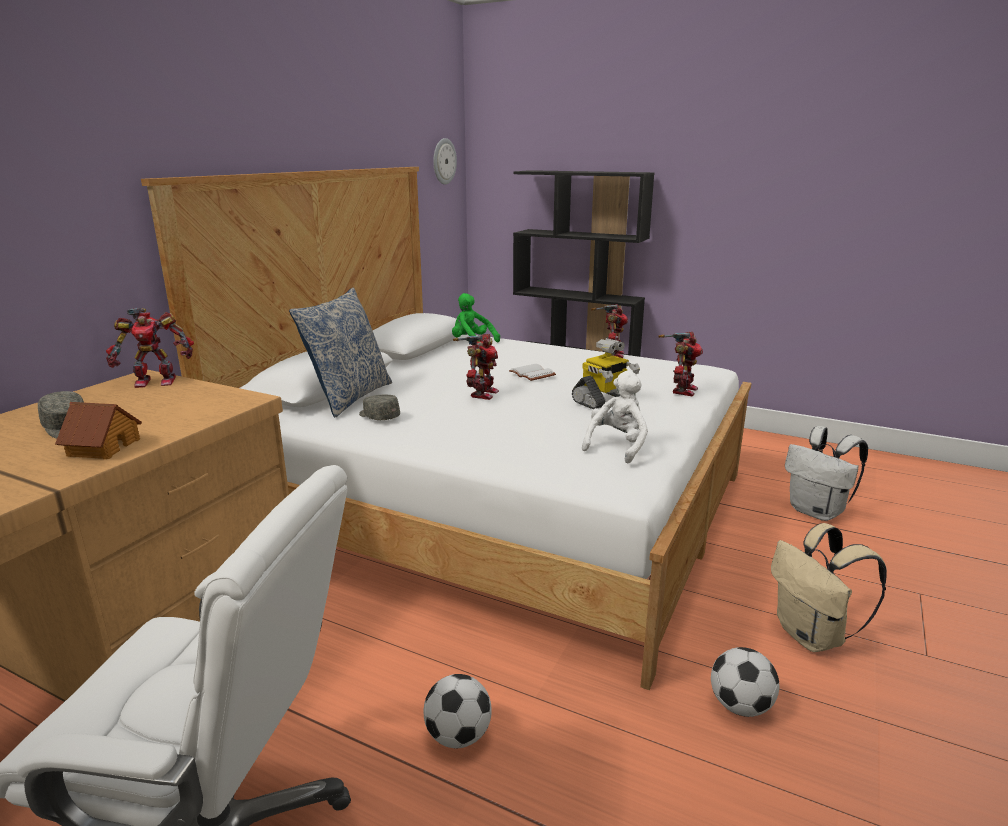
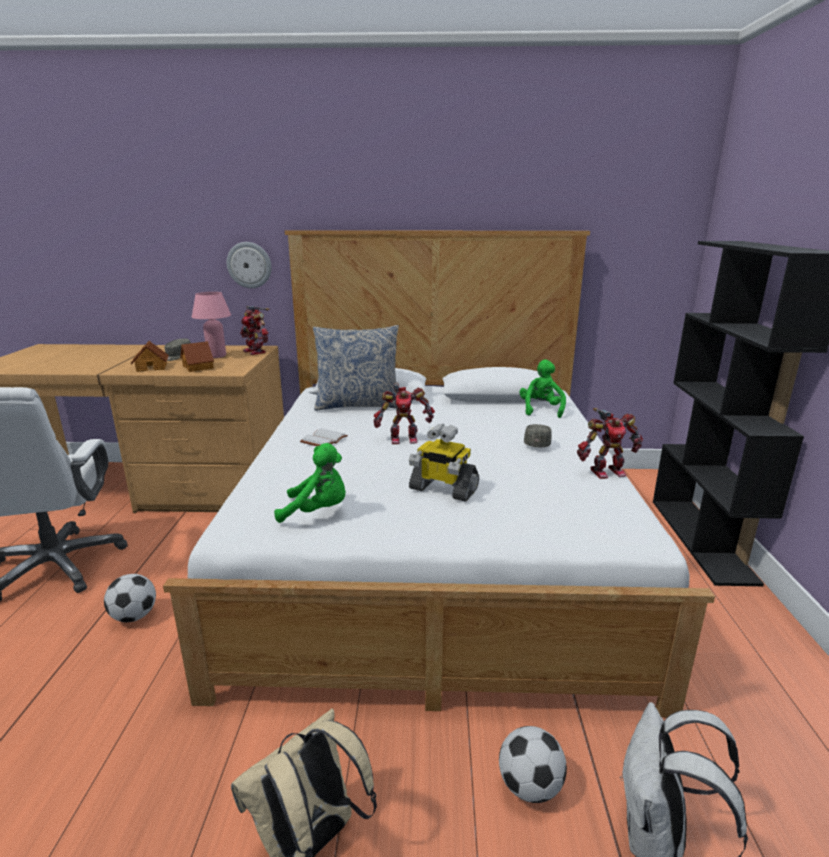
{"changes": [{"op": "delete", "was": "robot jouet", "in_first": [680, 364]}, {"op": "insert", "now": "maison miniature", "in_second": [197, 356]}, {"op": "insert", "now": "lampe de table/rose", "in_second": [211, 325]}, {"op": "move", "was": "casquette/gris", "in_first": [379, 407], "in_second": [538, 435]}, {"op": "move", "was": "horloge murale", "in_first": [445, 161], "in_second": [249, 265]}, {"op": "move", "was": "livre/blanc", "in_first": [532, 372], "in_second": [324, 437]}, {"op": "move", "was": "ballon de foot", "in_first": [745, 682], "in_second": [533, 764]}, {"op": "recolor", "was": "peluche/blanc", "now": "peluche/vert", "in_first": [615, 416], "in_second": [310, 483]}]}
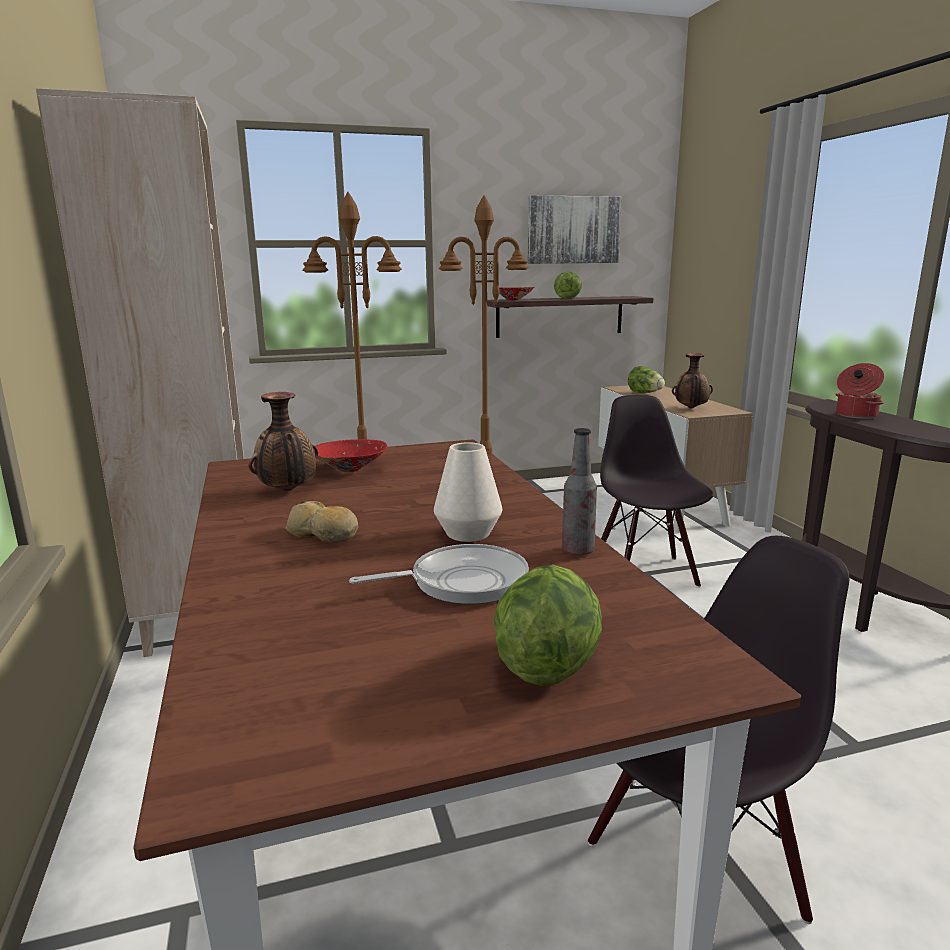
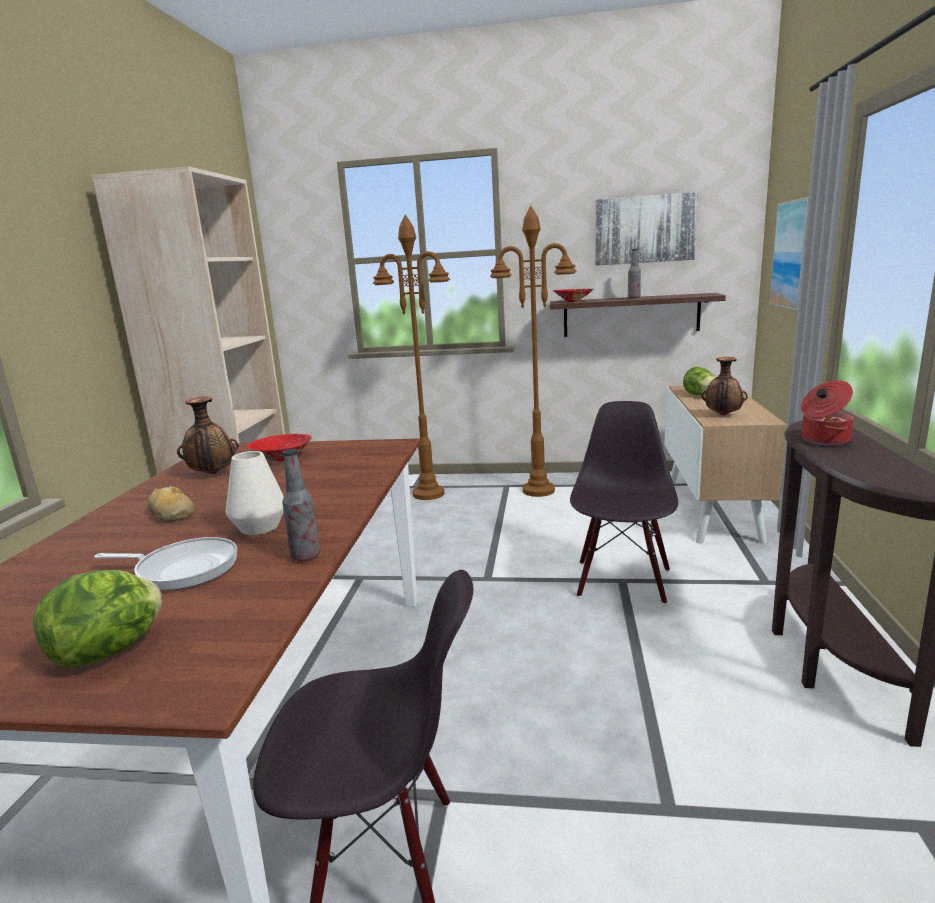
{"changes": [{"op": "insert", "now": "tableau", "in_second": [788, 254]}, {"op": "replace", "was": "laitue", "now": "bouteille", "in_first": [568, 285], "in_second": [634, 273]}]}
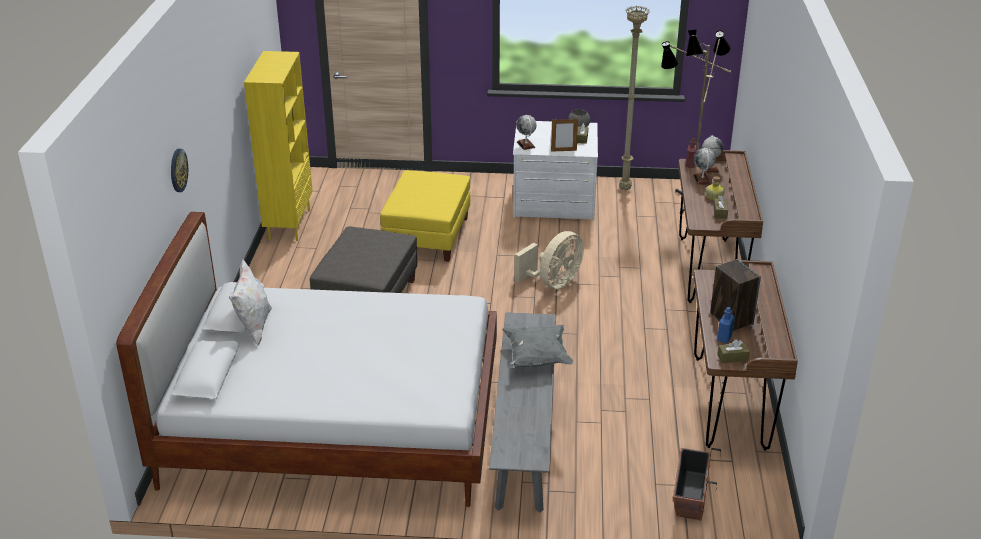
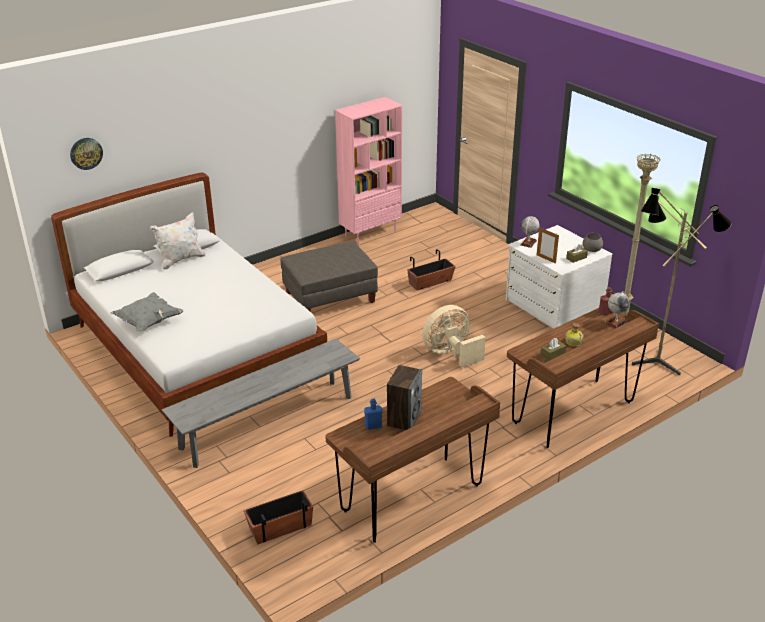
{"changes": [{"op": "delete", "was": "globe", "in_first": [704, 166]}, {"op": "delete", "was": "boîte à mouchoirs/marron", "in_first": [733, 351]}, {"op": "move", "was": "horloge murale", "in_first": [179, 170], "in_second": [86, 154]}, {"op": "move", "was": "coussin/gris", "in_first": [537, 346], "in_second": [147, 312]}, {"op": "replace", "was": "pouf/jaune", "now": "cache-pot", "in_first": [425, 216], "in_second": [431, 270]}, {"op": "recolor", "was": "bibliothèque/jaune", "now": "bibliothèque/rose", "in_first": [278, 146], "in_second": [368, 171]}, {"op": "rotate", "was": "ventilateur/beige", "in_first": [549, 260], "in_second": [454, 336], "clockwise": 150}]}
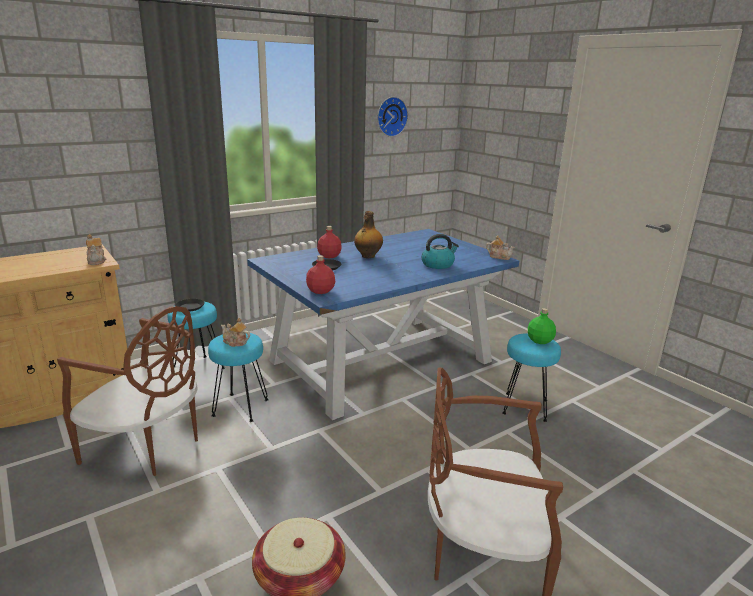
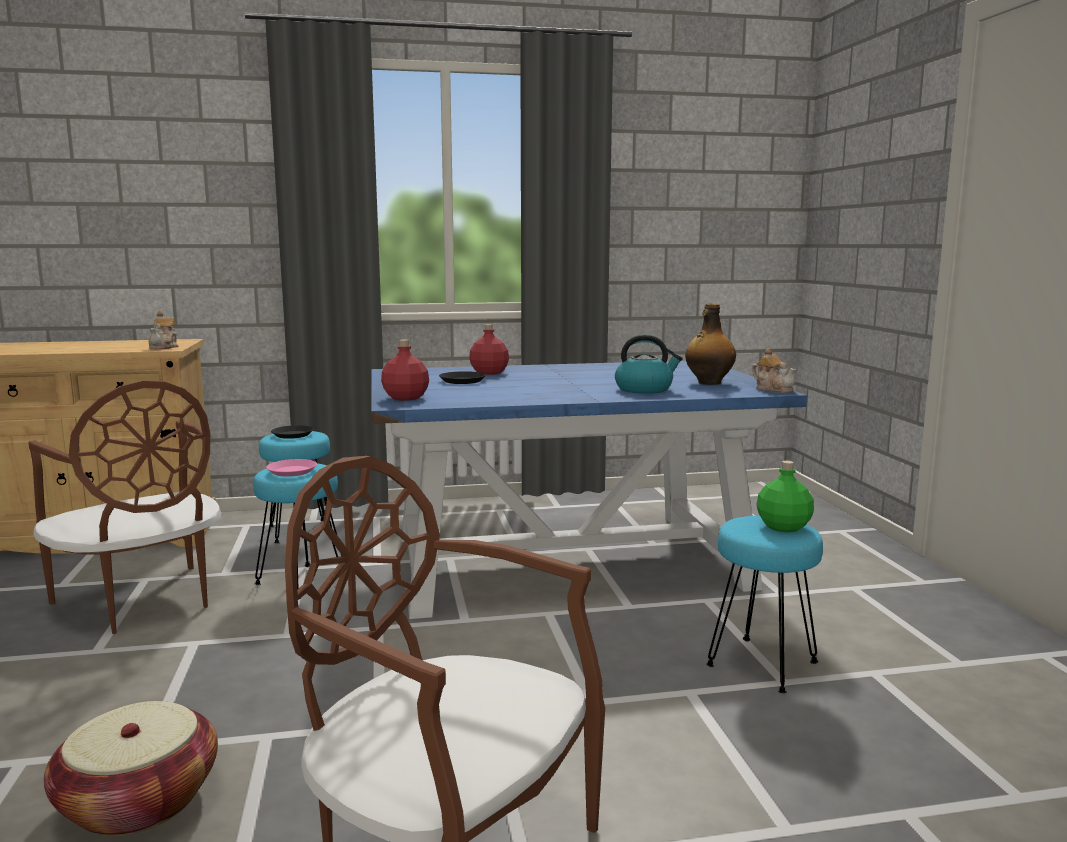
{"changes": [{"op": "delete", "was": "horloge murale", "in_first": [392, 117]}, {"op": "move", "was": "bouteille", "in_first": [368, 234], "in_second": [710, 344]}, {"op": "replace", "was": "théière", "now": "assiette/rose", "in_first": [235, 332], "in_second": [291, 468]}]}
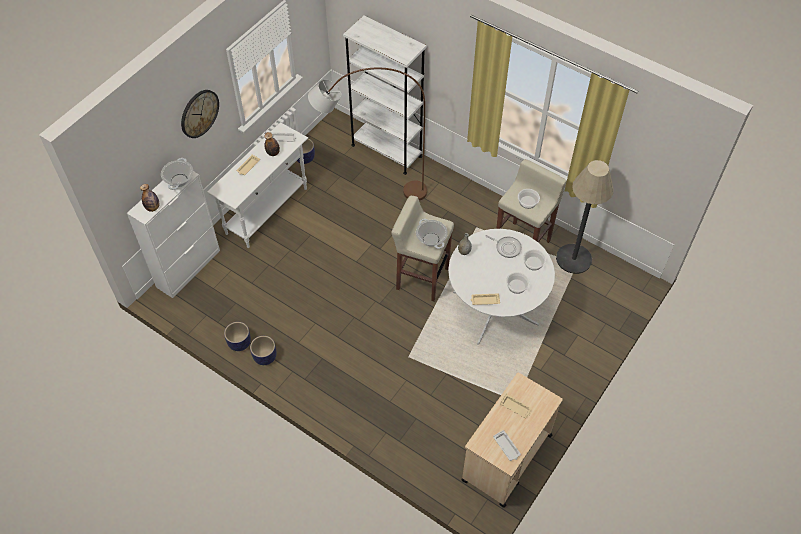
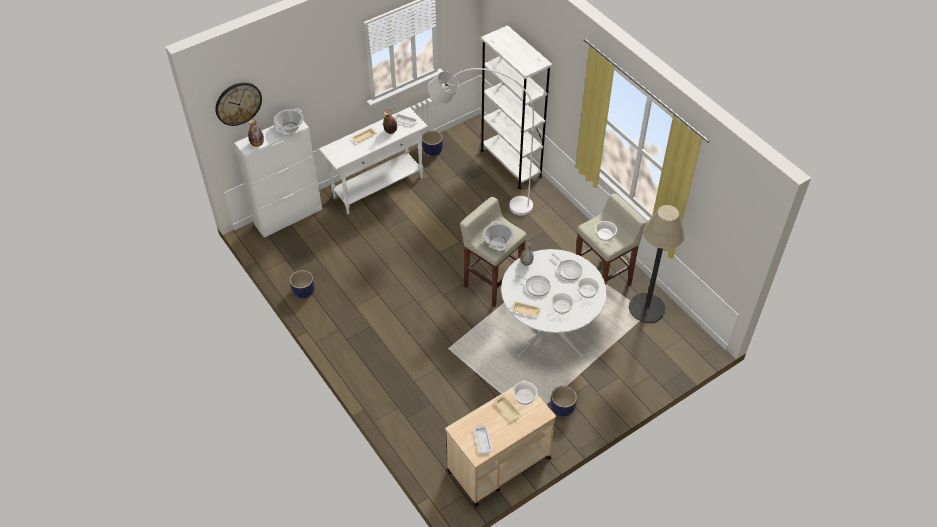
{"changes": [{"op": "insert", "now": "bol", "in_second": [525, 393]}, {"op": "insert", "now": "poêle", "in_second": [533, 285]}, {"op": "move", "was": "horloge murale", "in_first": [200, 114], "in_second": [238, 104]}, {"op": "move", "was": "cache-pot", "in_first": [263, 350], "in_second": [564, 401]}, {"op": "recolor", "was": "lampadaire/marron", "now": "lampadaire/blanc", "in_first": [367, 134], "in_second": [480, 142]}]}
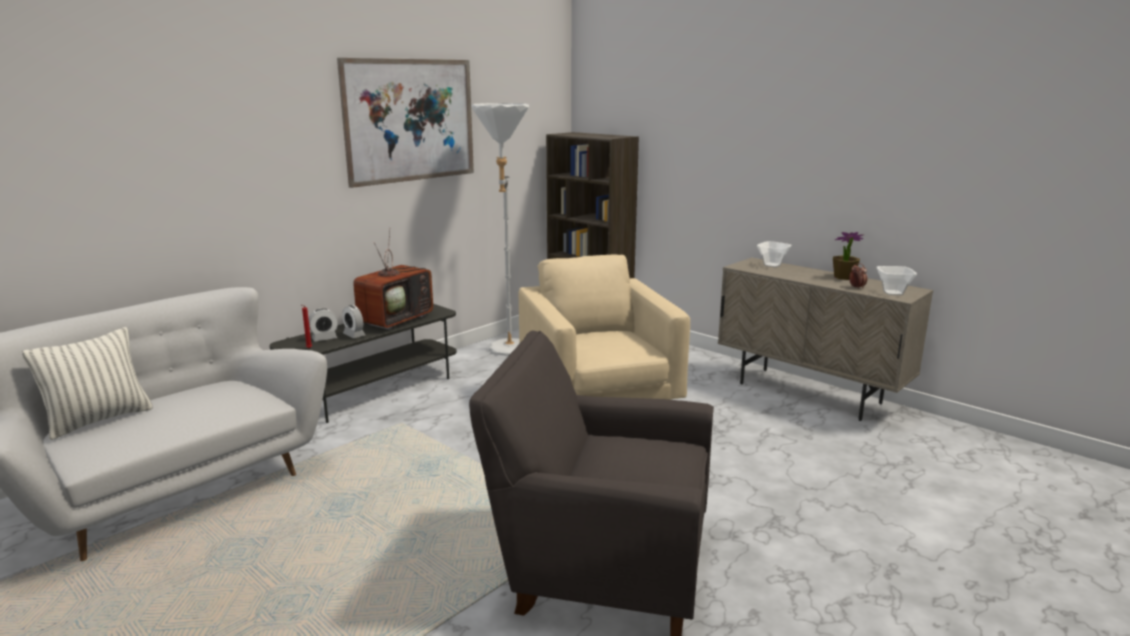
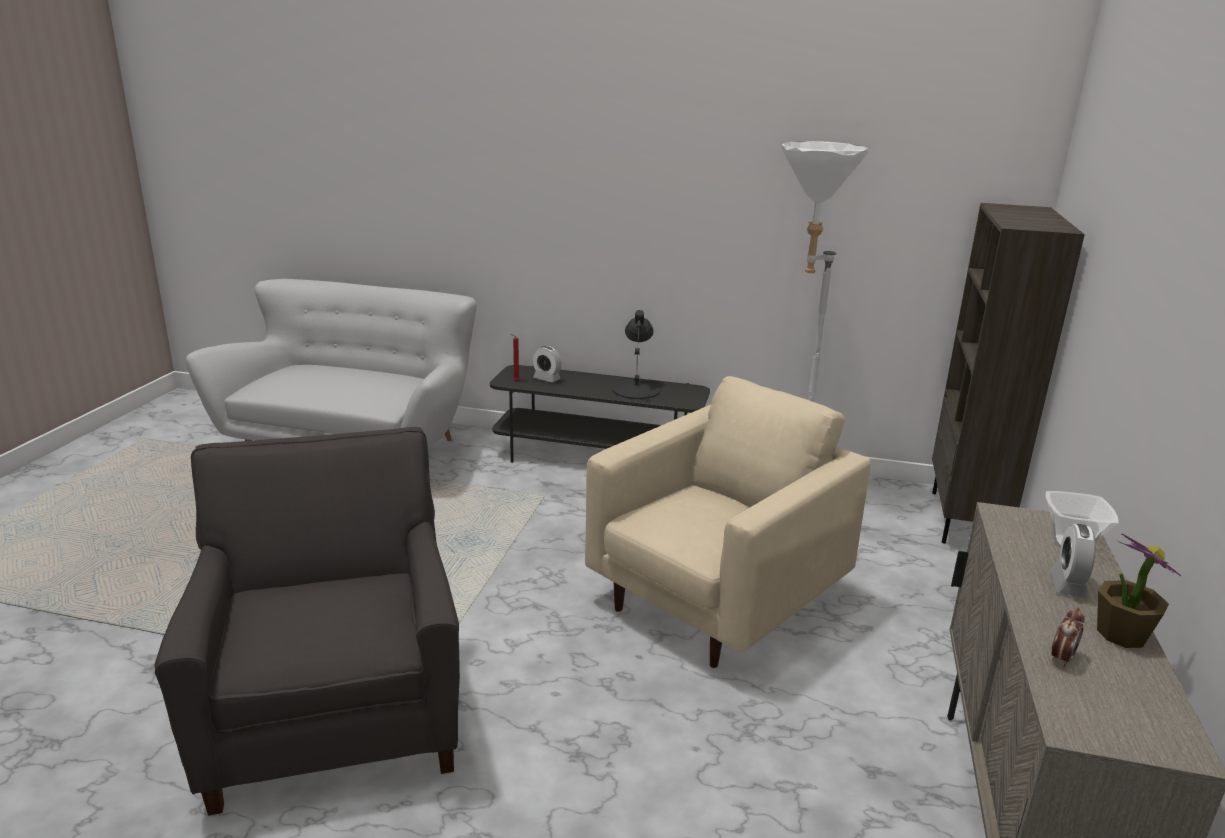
{"changes": [{"op": "delete", "was": "coussin", "in_first": [87, 383]}, {"op": "delete", "was": "tableau", "in_first": [405, 123]}, {"op": "delete", "was": "bol", "in_first": [897, 280]}, {"op": "move", "was": "réveil", "in_first": [353, 321], "in_second": [1073, 561]}, {"op": "replace", "was": "téléviseur", "now": "lampe de table/noir", "in_first": [393, 279], "in_second": [636, 354]}]}
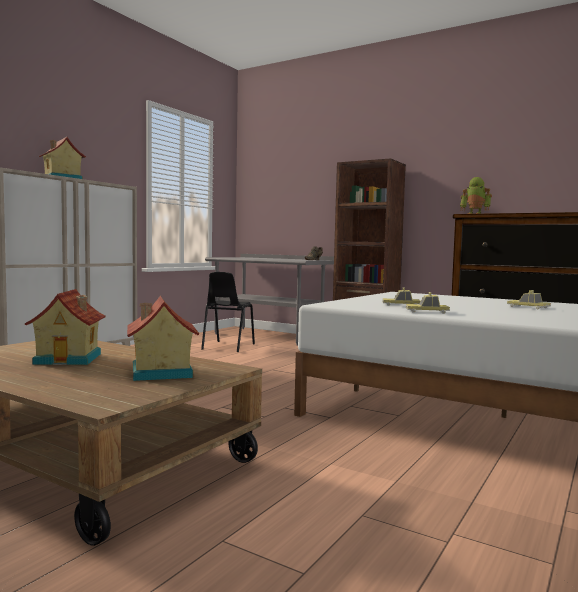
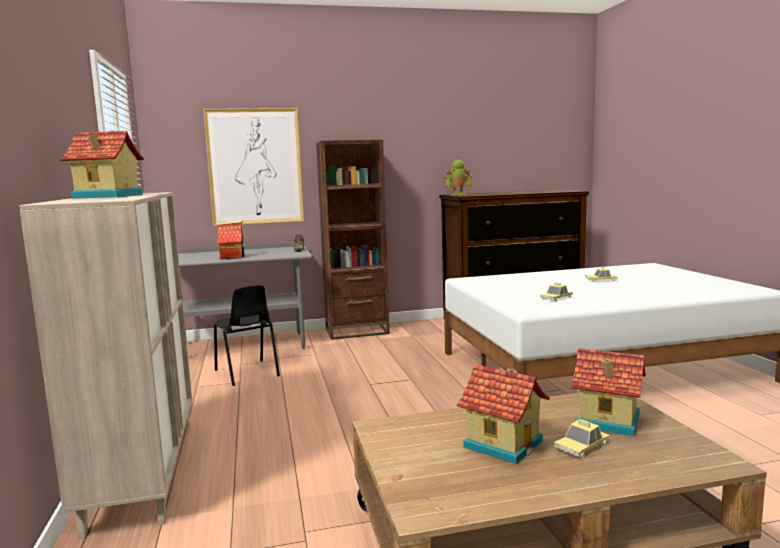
{"changes": [{"op": "insert", "now": "tableau", "in_second": [253, 167]}, {"op": "insert", "now": "maison miniature", "in_second": [230, 239]}, {"op": "move", "was": "petite voiture", "in_first": [428, 303], "in_second": [582, 438]}]}
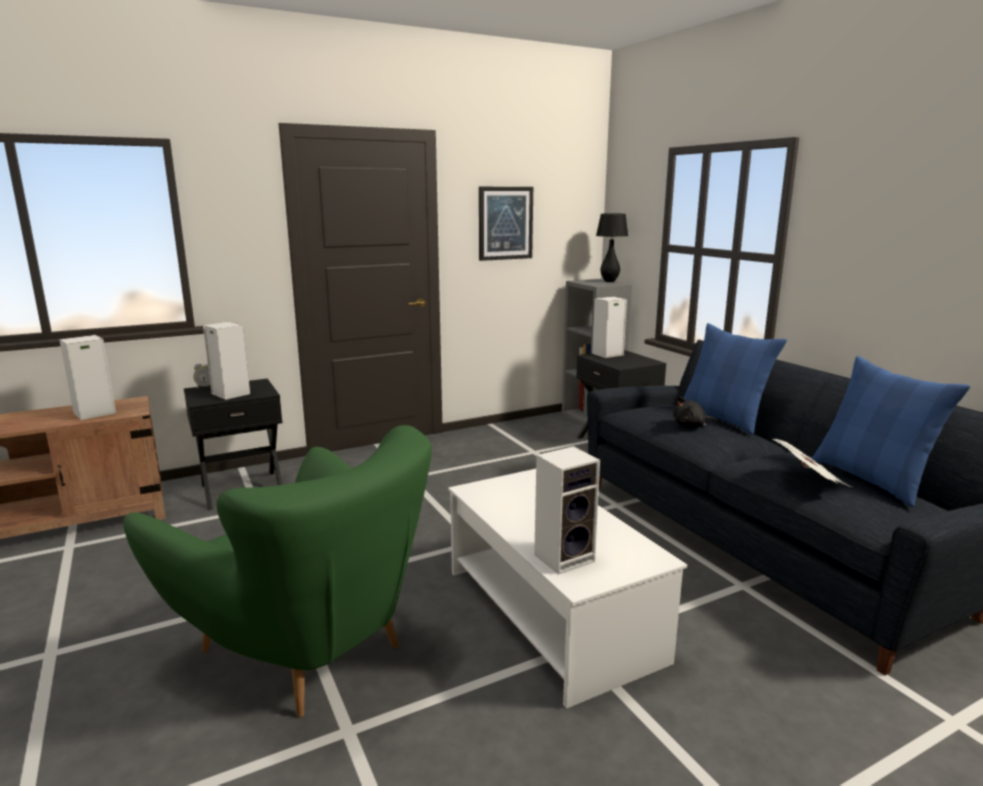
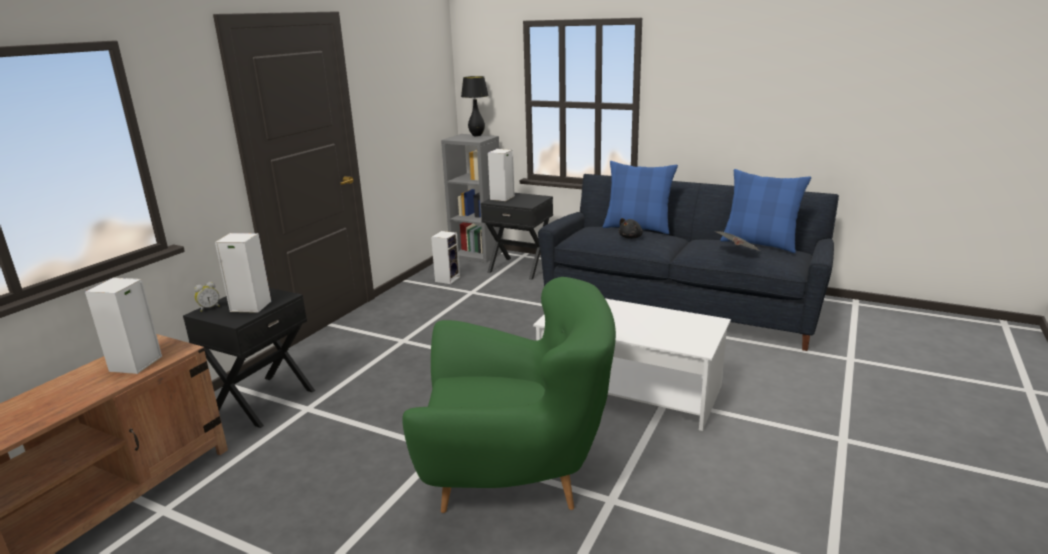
{"changes": [{"op": "delete", "was": "tableau", "in_first": [506, 224]}, {"op": "move", "was": "enceinte", "in_first": [567, 510], "in_second": [445, 257]}]}
